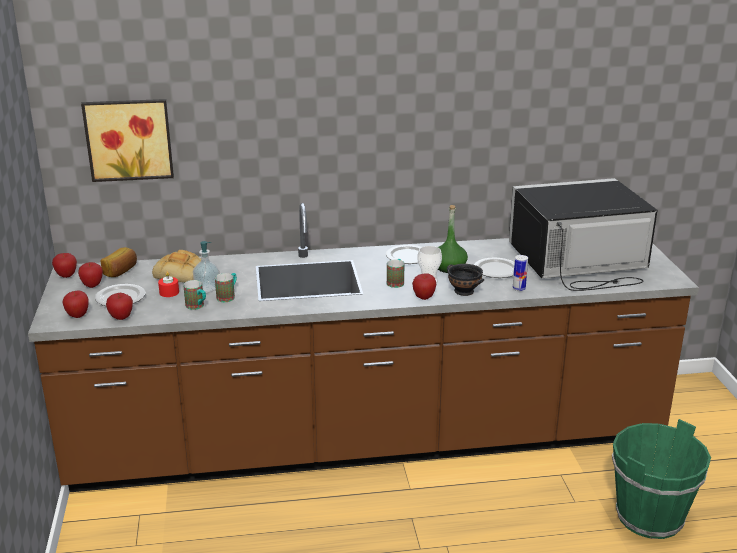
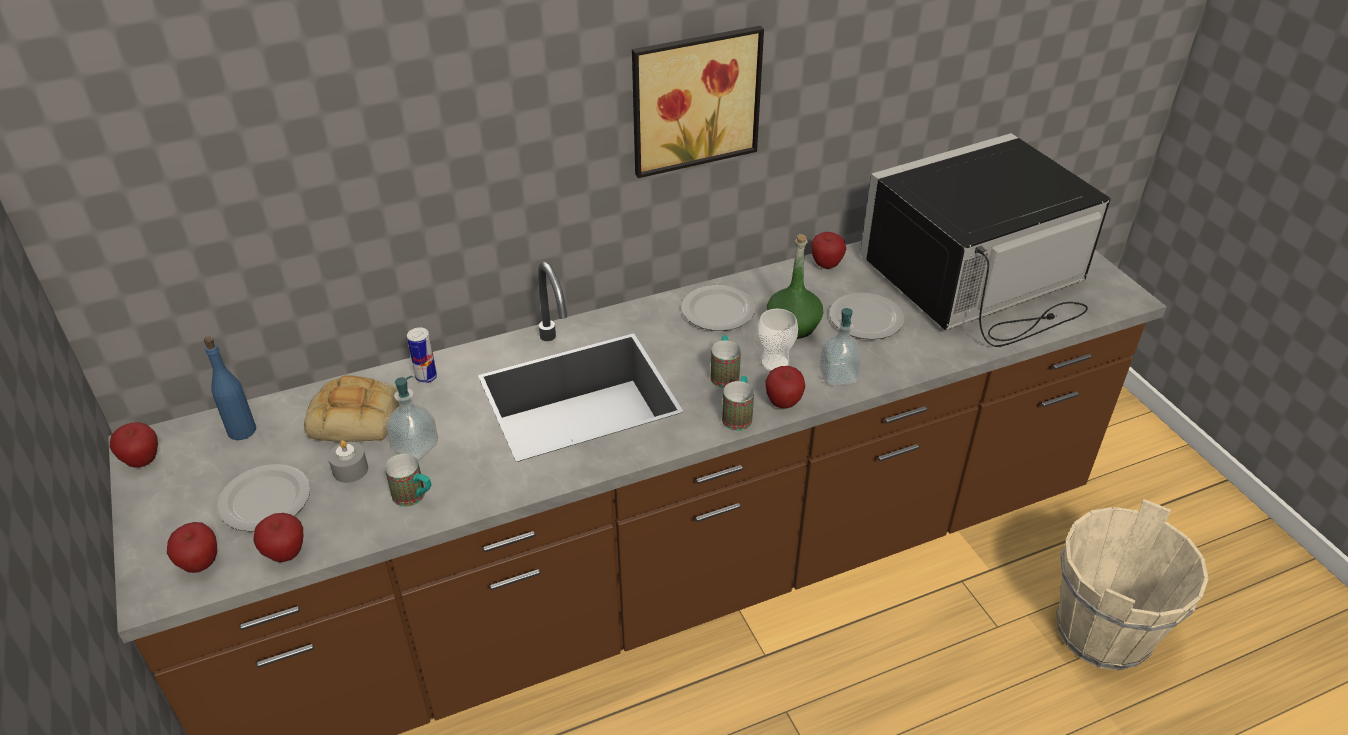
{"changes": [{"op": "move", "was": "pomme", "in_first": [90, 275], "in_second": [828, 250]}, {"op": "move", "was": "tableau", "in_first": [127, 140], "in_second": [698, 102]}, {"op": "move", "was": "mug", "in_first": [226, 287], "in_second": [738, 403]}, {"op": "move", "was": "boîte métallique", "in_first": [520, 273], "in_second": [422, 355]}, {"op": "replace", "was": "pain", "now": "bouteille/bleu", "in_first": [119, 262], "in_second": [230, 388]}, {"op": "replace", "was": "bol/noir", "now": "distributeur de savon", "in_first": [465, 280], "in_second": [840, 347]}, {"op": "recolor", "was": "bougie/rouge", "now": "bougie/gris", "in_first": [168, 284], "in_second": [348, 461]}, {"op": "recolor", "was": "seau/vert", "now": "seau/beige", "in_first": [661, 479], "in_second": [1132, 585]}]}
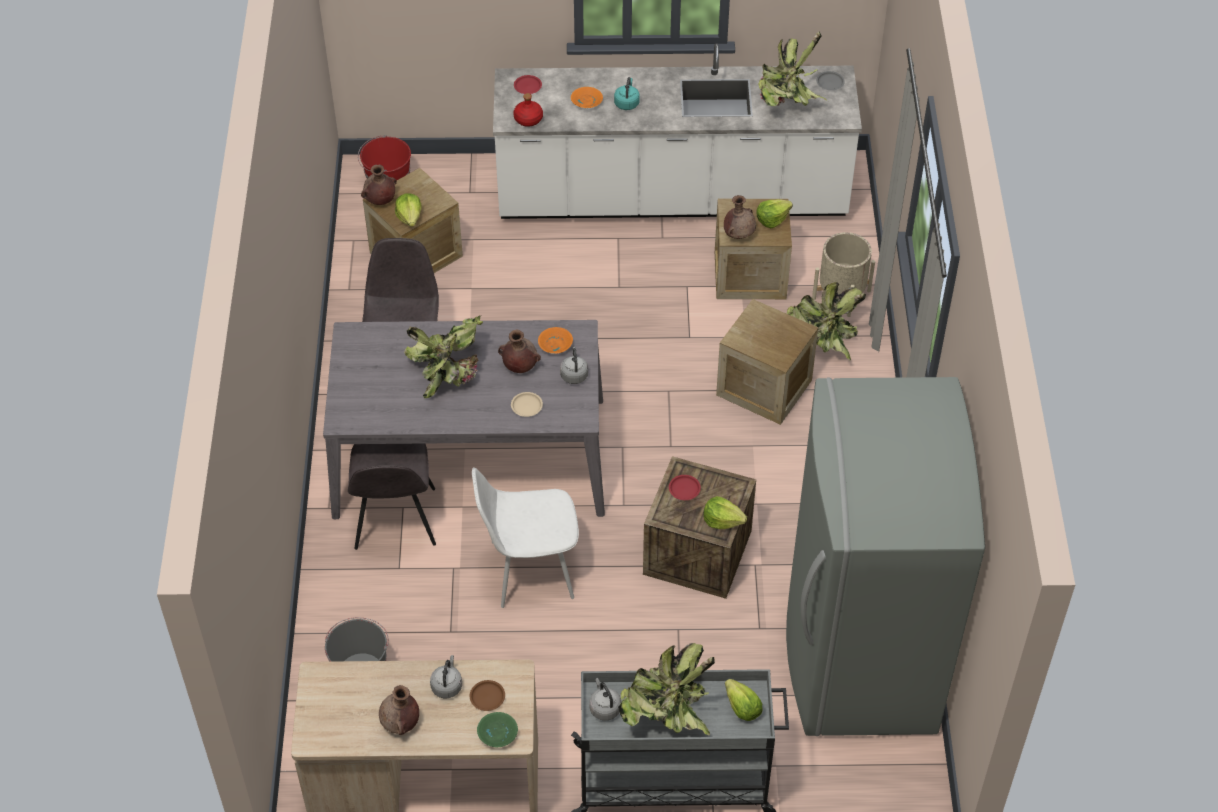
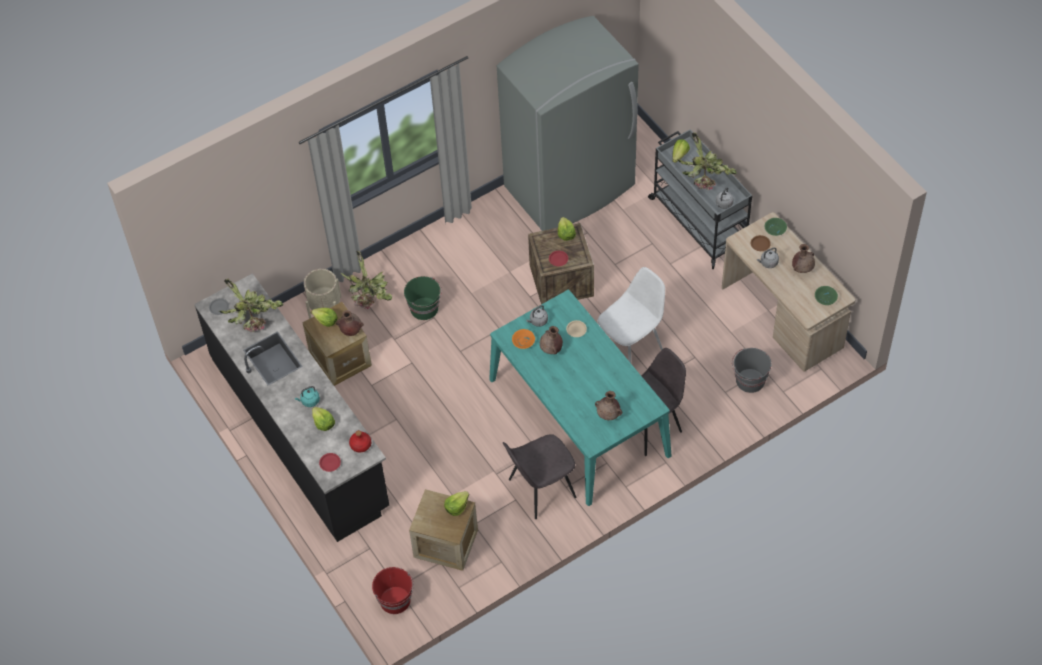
{"changes": [{"op": "delete", "was": "plante en pot", "in_first": [443, 356]}, {"op": "insert", "now": "bol/vert", "in_second": [826, 295]}, {"op": "move", "was": "vase/marron", "in_first": [379, 185], "in_second": [609, 405]}, {"op": "replace", "was": "bol/orange", "now": "laitue", "in_first": [587, 97], "in_second": [323, 419]}, {"op": "replace", "was": "caisse", "now": "seau/vert", "in_first": [767, 362], "in_second": [423, 298]}, {"op": "recolor", "was": "table à manger/gris", "now": "table à manger/turquoise", "in_first": [464, 419], "in_second": [580, 398]}, {"op": "recolor", "was": "comptoir de cuisine/blanc", "now": "comptoir de cuisine/noir", "in_first": [677, 131], "in_second": [291, 407]}, {"op": "rotate", "was": "chaise/blanc", "in_first": [525, 537], "in_second": [631, 315], "clockwise": -90}]}
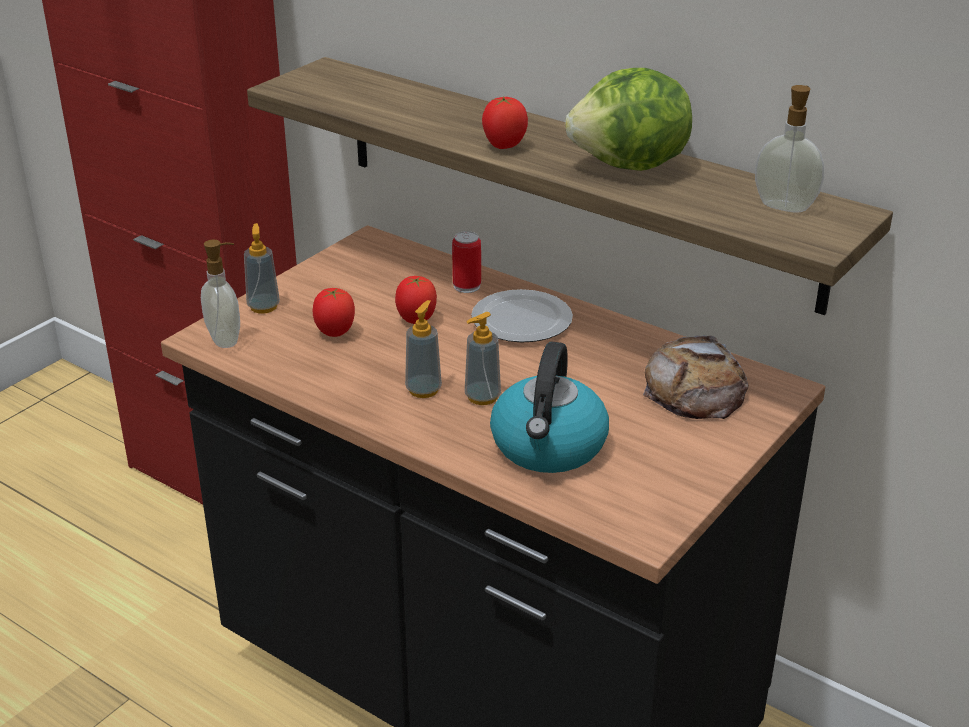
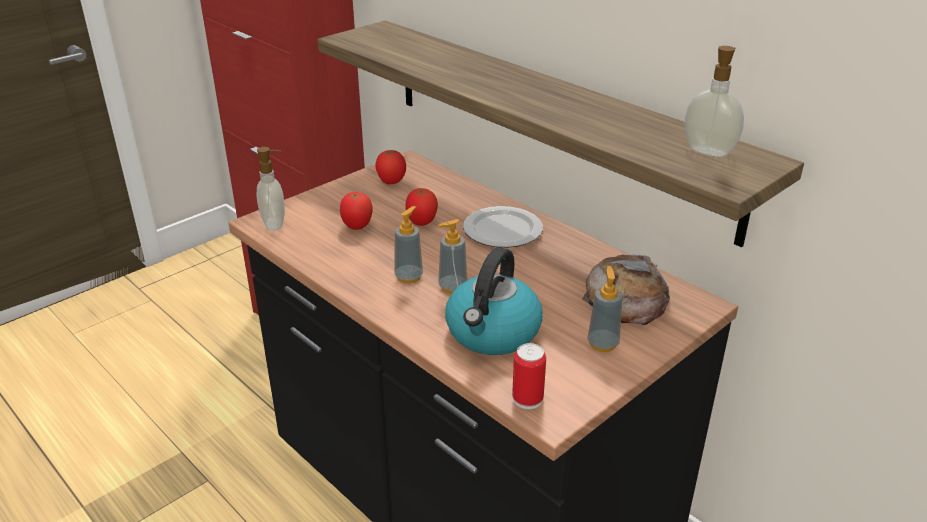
{"changes": [{"op": "delete", "was": "laitue", "in_first": [628, 119]}, {"op": "move", "was": "distributeur de savon", "in_first": [262, 268], "in_second": [605, 309]}, {"op": "move", "was": "boîte métallique", "in_first": [466, 262], "in_second": [529, 376]}, {"op": "move", "was": "tomate", "in_first": [505, 122], "in_second": [390, 167]}]}
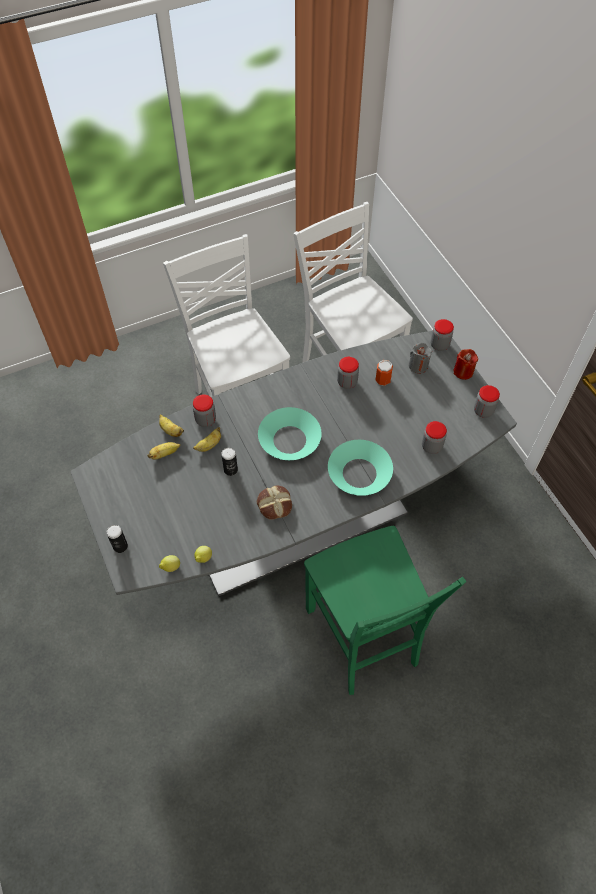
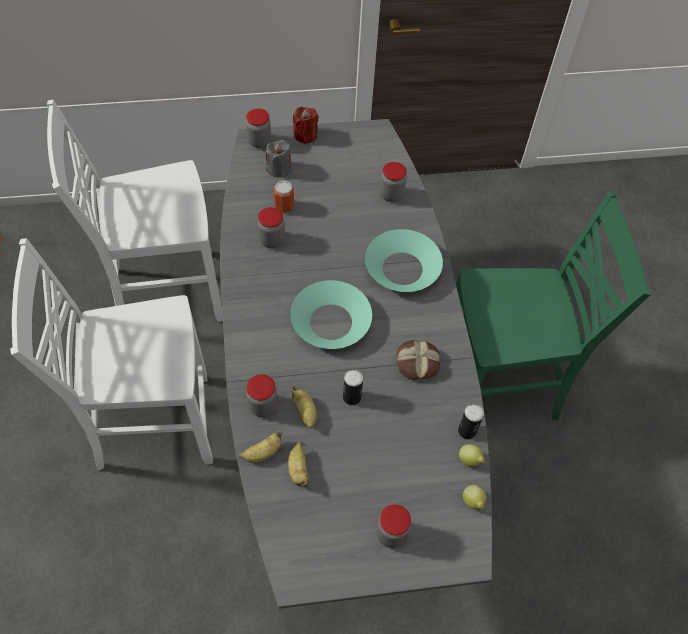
{"changes": [{"op": "move", "was": "boîte métallique", "in_first": [117, 539], "in_second": [471, 421]}, {"op": "move", "was": "bocal", "in_first": [487, 401], "in_second": [393, 526]}]}
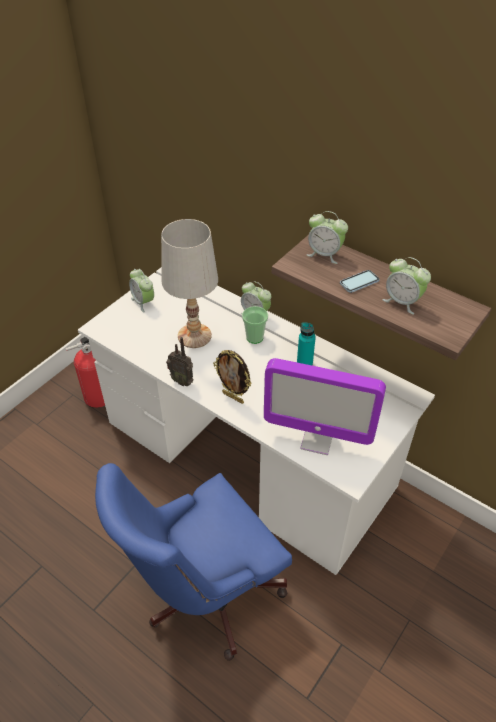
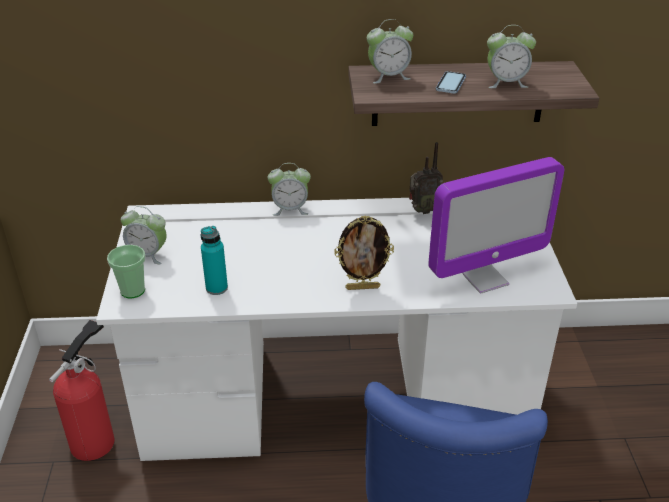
{"changes": [{"op": "delete", "was": "lampe de table/blanc", "in_first": [189, 283]}, {"op": "move", "was": "radio", "in_first": [180, 361], "in_second": [426, 178]}, {"op": "move", "was": "tasse", "in_first": [255, 325], "in_second": [126, 272]}, {"op": "move", "was": "bouteille/turquoise", "in_first": [306, 344], "in_second": [214, 260]}]}
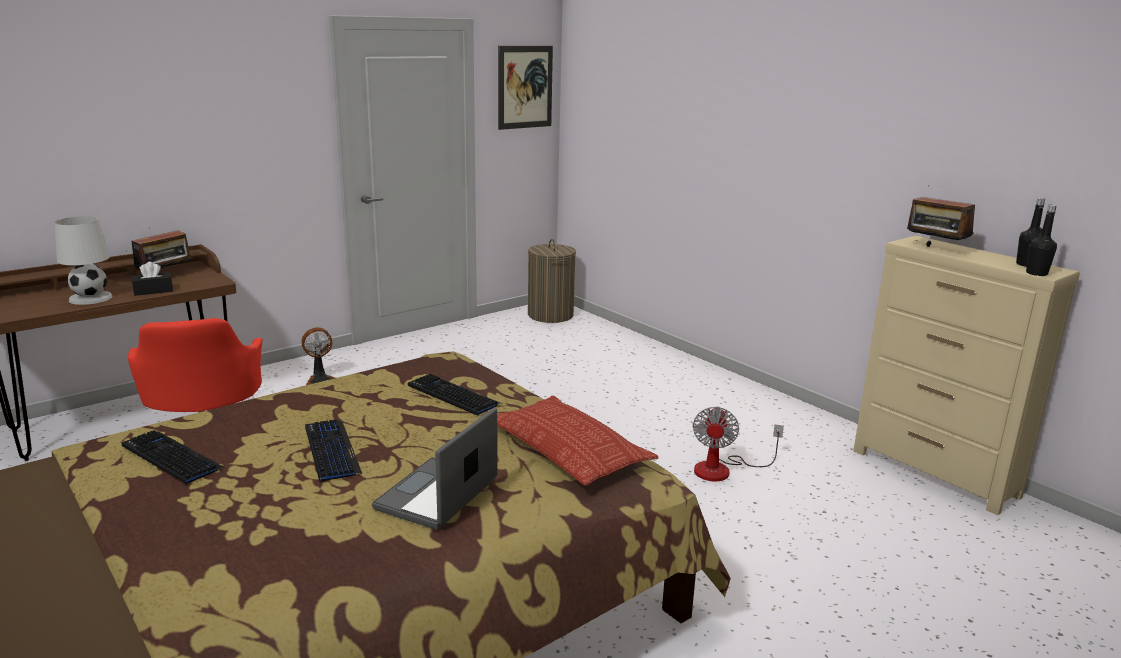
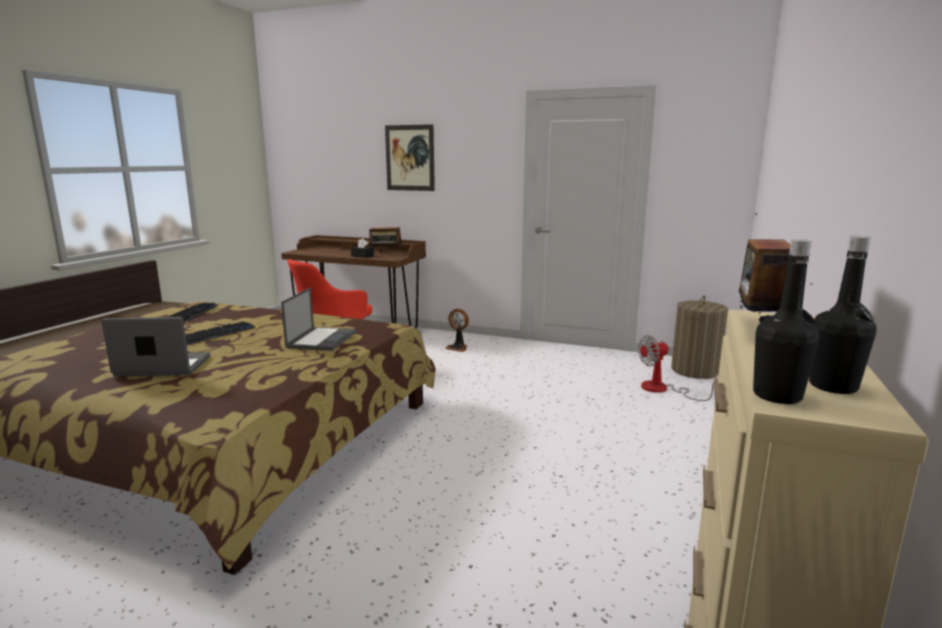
{"changes": [{"op": "delete", "was": "lampe de table/blanc", "in_first": [84, 261]}, {"op": "delete", "was": "coussin", "in_first": [577, 440]}, {"op": "move", "was": "tableau", "in_first": [525, 88], "in_second": [410, 157]}, {"op": "move", "was": "ventilateur", "in_first": [738, 444], "in_second": [678, 368]}, {"op": "replace", "was": "clavier", "now": "ordinateur portable", "in_first": [455, 395], "in_second": [318, 319]}]}
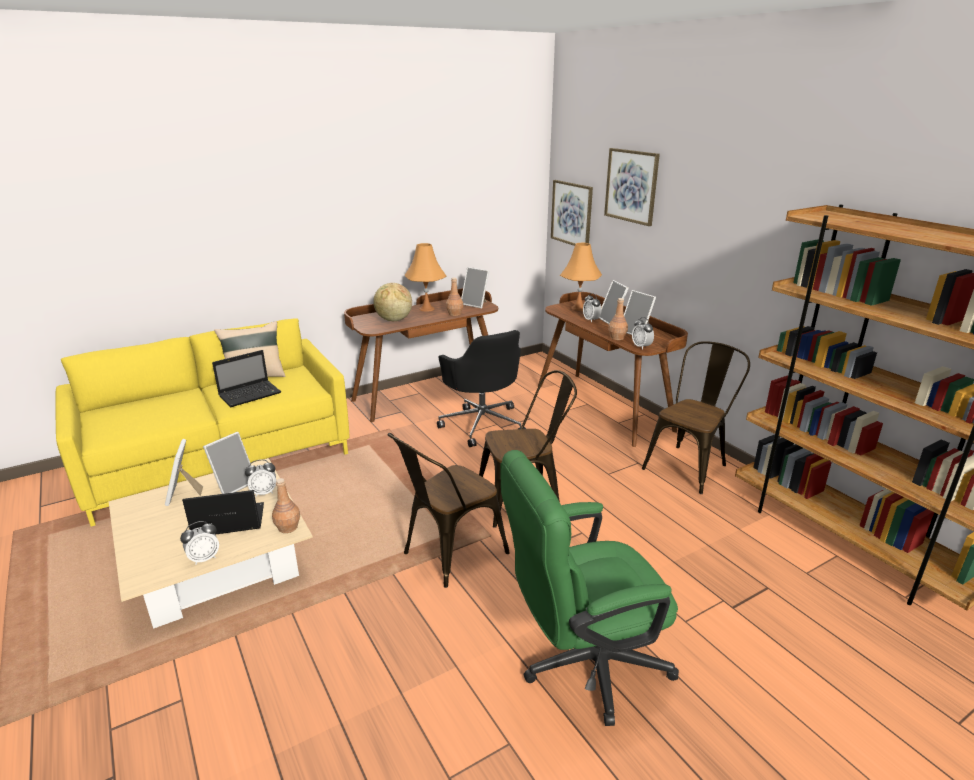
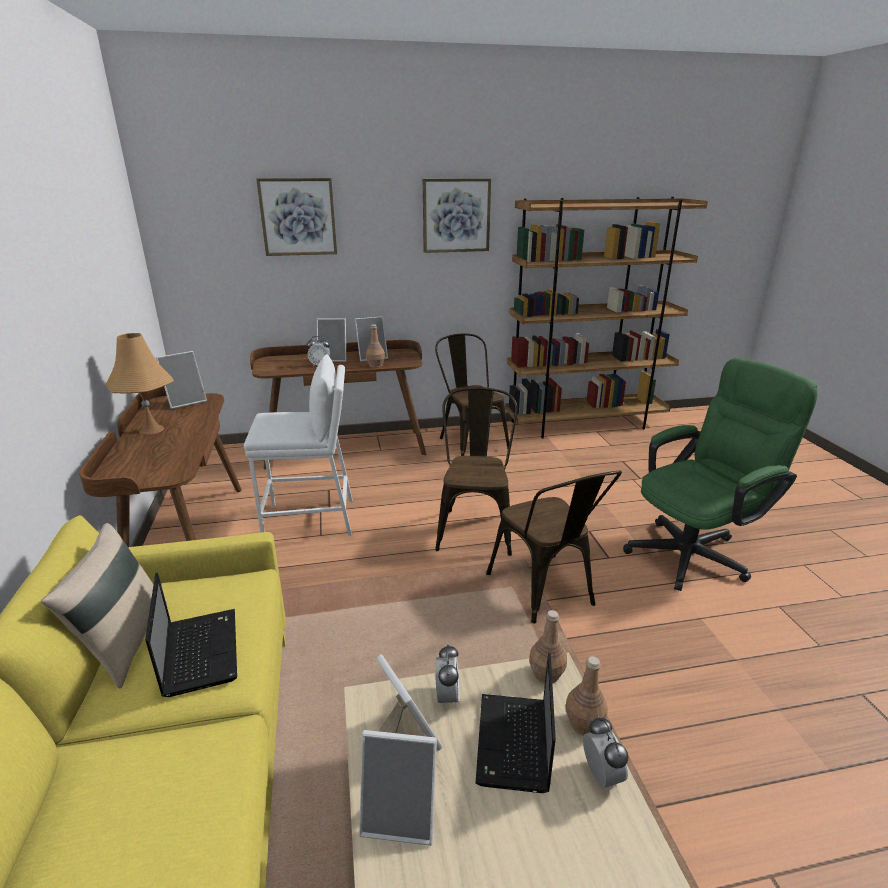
{"changes": [{"op": "delete", "was": "globe", "in_first": [392, 302]}, {"op": "delete", "was": "lampe de table/orange", "in_first": [581, 277]}, {"op": "delete", "was": "réveil", "in_first": [643, 333]}, {"op": "move", "was": "bouteille/marron", "in_first": [454, 296], "in_second": [586, 696]}, {"op": "move", "was": "tableau", "in_first": [572, 213], "in_second": [457, 215]}, {"op": "replace", "was": "chaise de bureau/noir", "now": "tabouret/blanc", "in_first": [481, 388], "in_second": [298, 445]}, {"op": "rotate", "was": "chaise de bureau/vert", "in_first": [589, 588], "in_second": [720, 474], "clockwise": -120}]}
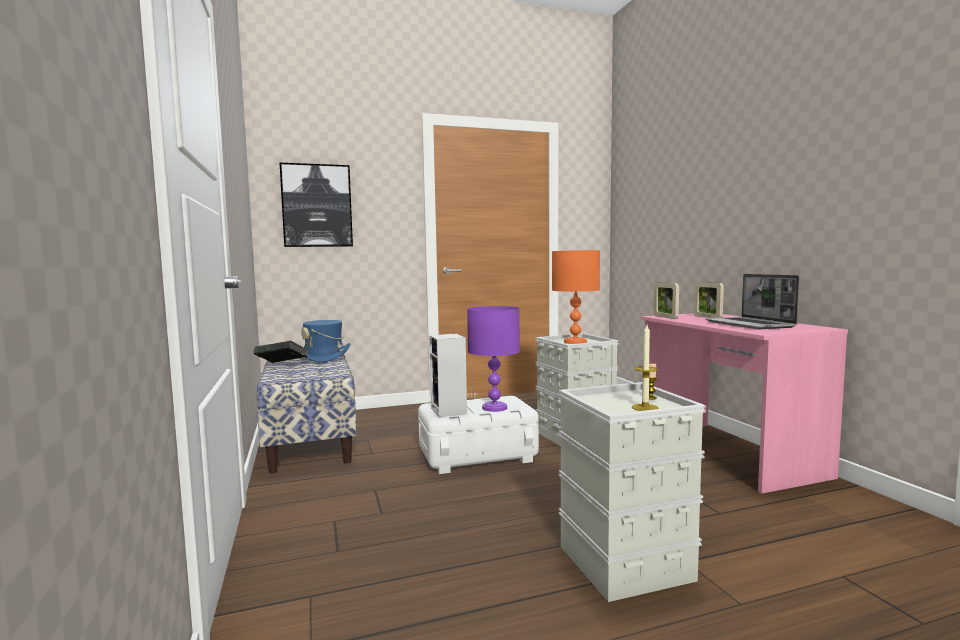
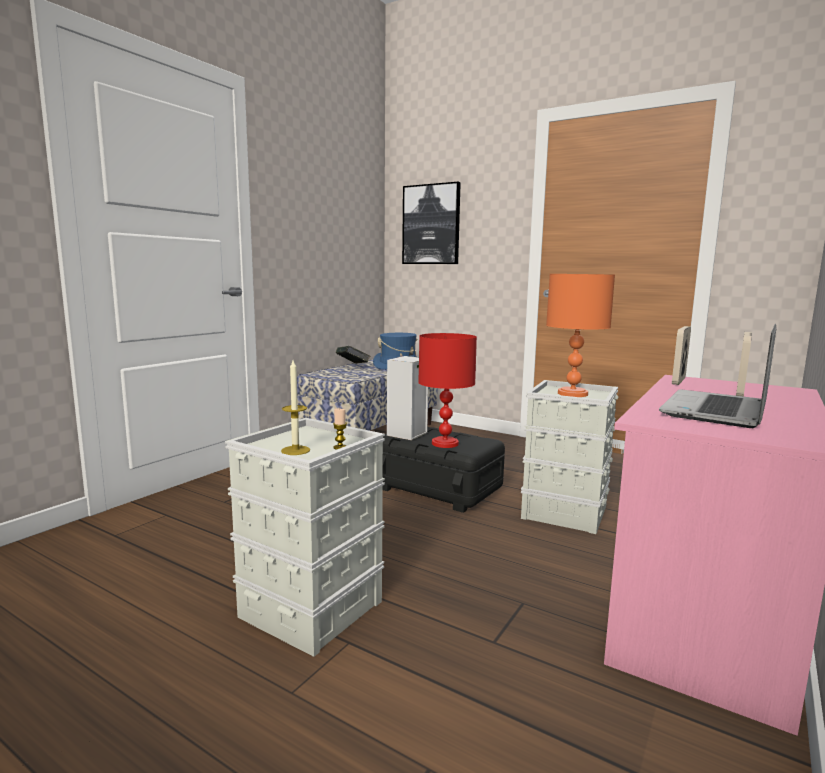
{"changes": [{"op": "recolor", "was": "boîte de rangement/blanc", "now": "boîte de rangement/noir", "in_first": [478, 435], "in_second": [444, 470]}, {"op": "recolor", "was": "lampe de table/violet", "now": "lampe de table/rouge", "in_first": [493, 359], "in_second": [447, 390]}]}
